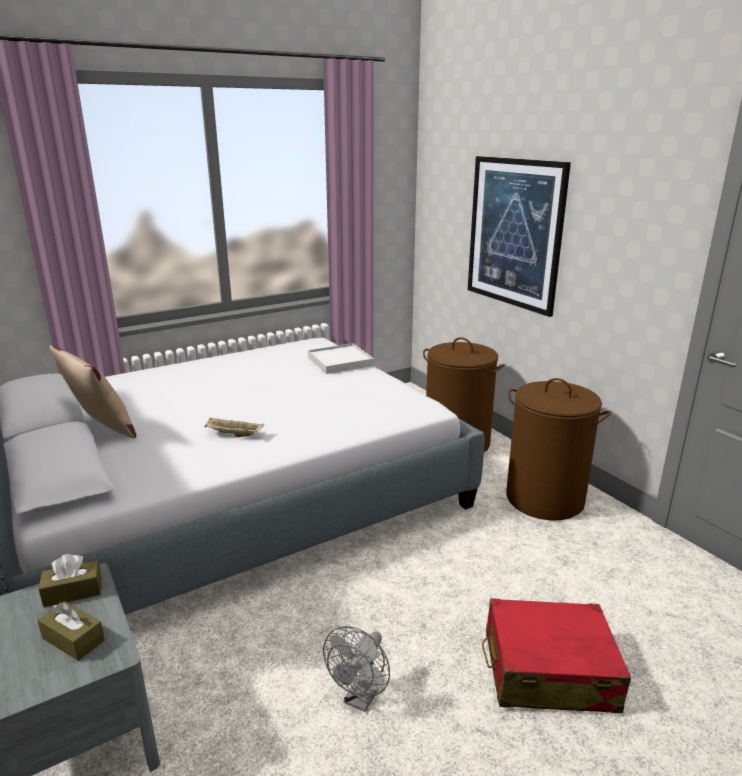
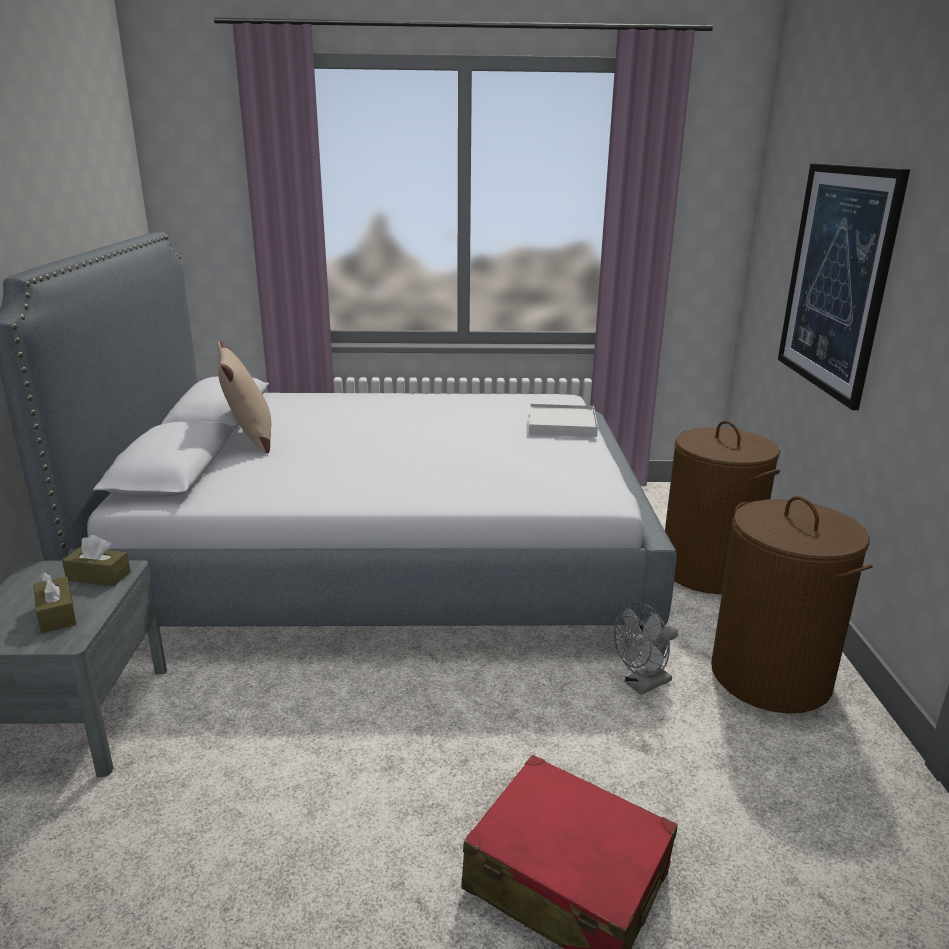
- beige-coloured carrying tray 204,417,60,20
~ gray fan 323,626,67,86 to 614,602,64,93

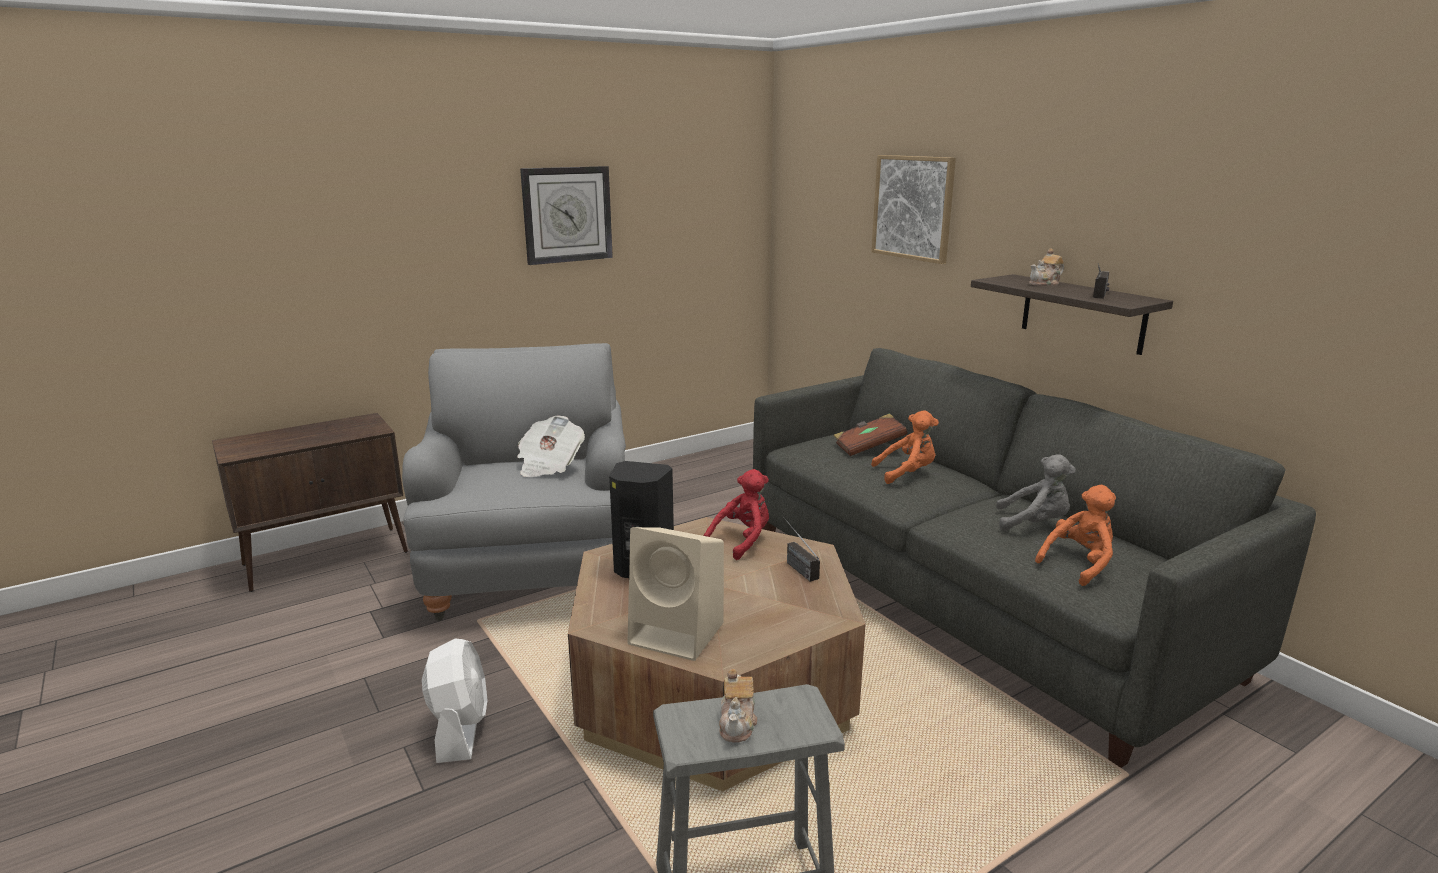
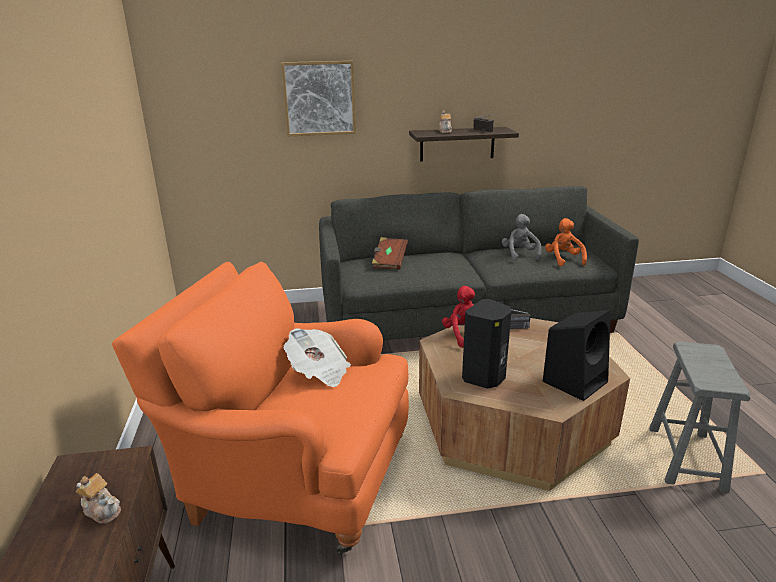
- wall clock 520,166,93,99
~ gray lounge chair 402,343,224,278 to orange-coloured lounge chair 112,262,297,292
- orange-coloured cuddly toy 871,410,68,74
~ gray cuddly toy 996,454,80,77 = 502,214,40,47 45 degrees counterclockwise
~ beige-coloured speaker 627,527,97,134 to black-coloured speaker 543,310,68,91
- white-coloured fan 422,638,66,125
~ teapot 719,669,38,74 to 75,473,46,51

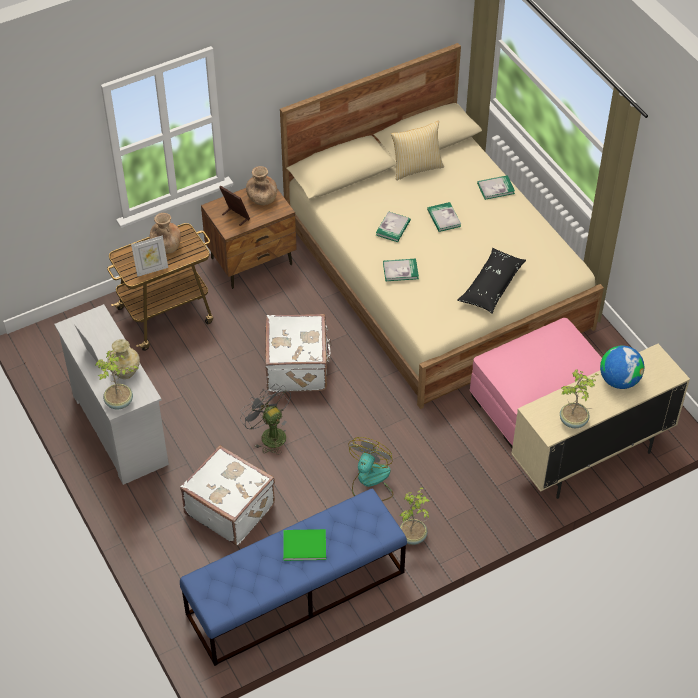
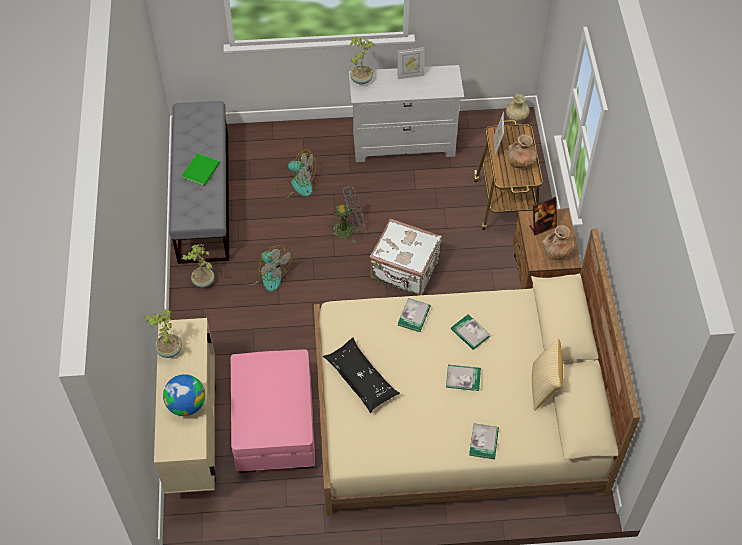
~ beige-coloured vase 107,339,33,40 to 506,94,23,30
~ white-coloured suitcase 180,445,95,100 to fan 277,149,39,50
~ blue-coloured bench 180,489,227,177 to gray bench 169,101,60,163

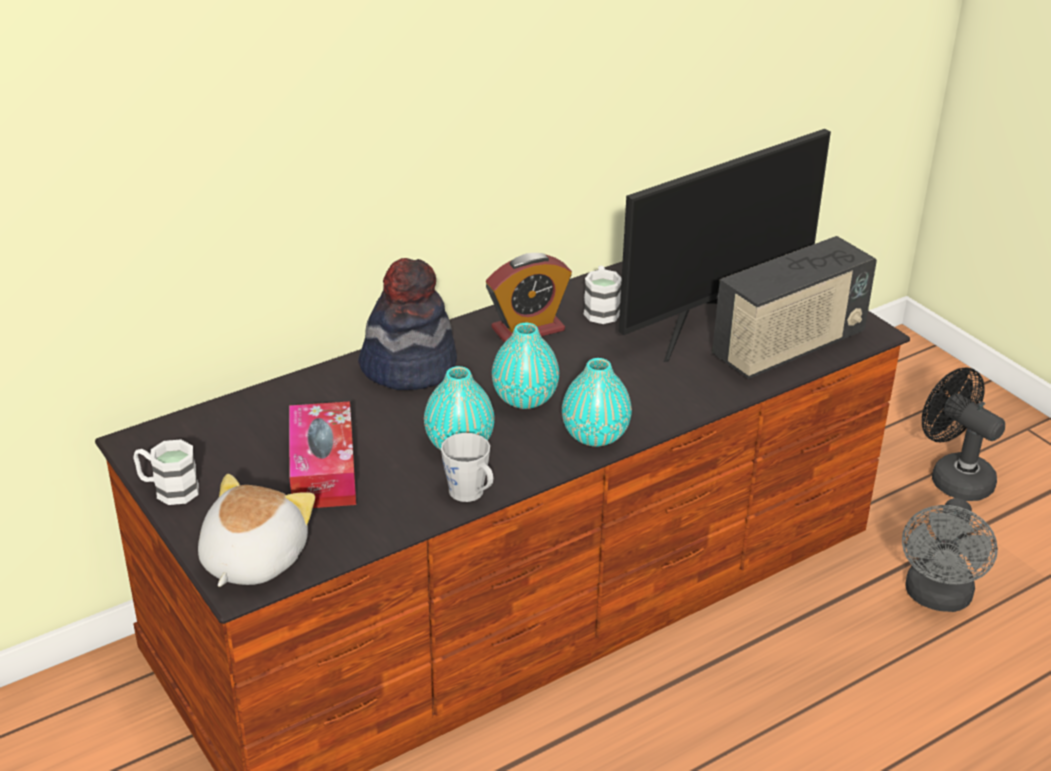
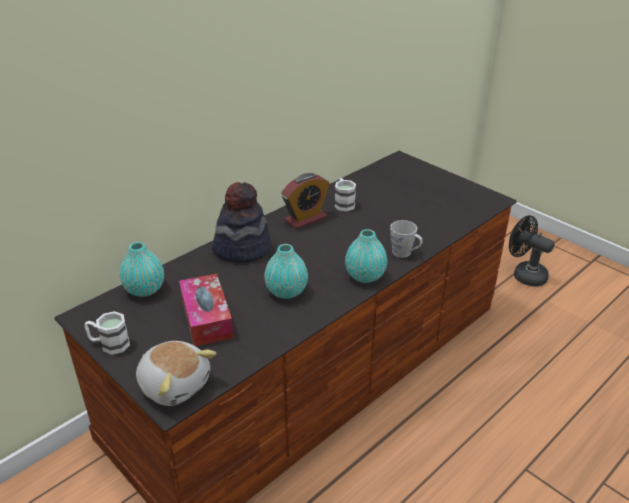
- computer display 619,129,212,233
- radio set 712,236,165,143
~ turquoise vase 492,323,67,86 to 120,242,44,55
~ gray mug 441,433,52,69 to 390,220,33,38
~ cuddly toy 198,474,117,113 = 136,341,80,65 120 degrees clockwise
- gray fan 902,498,96,114

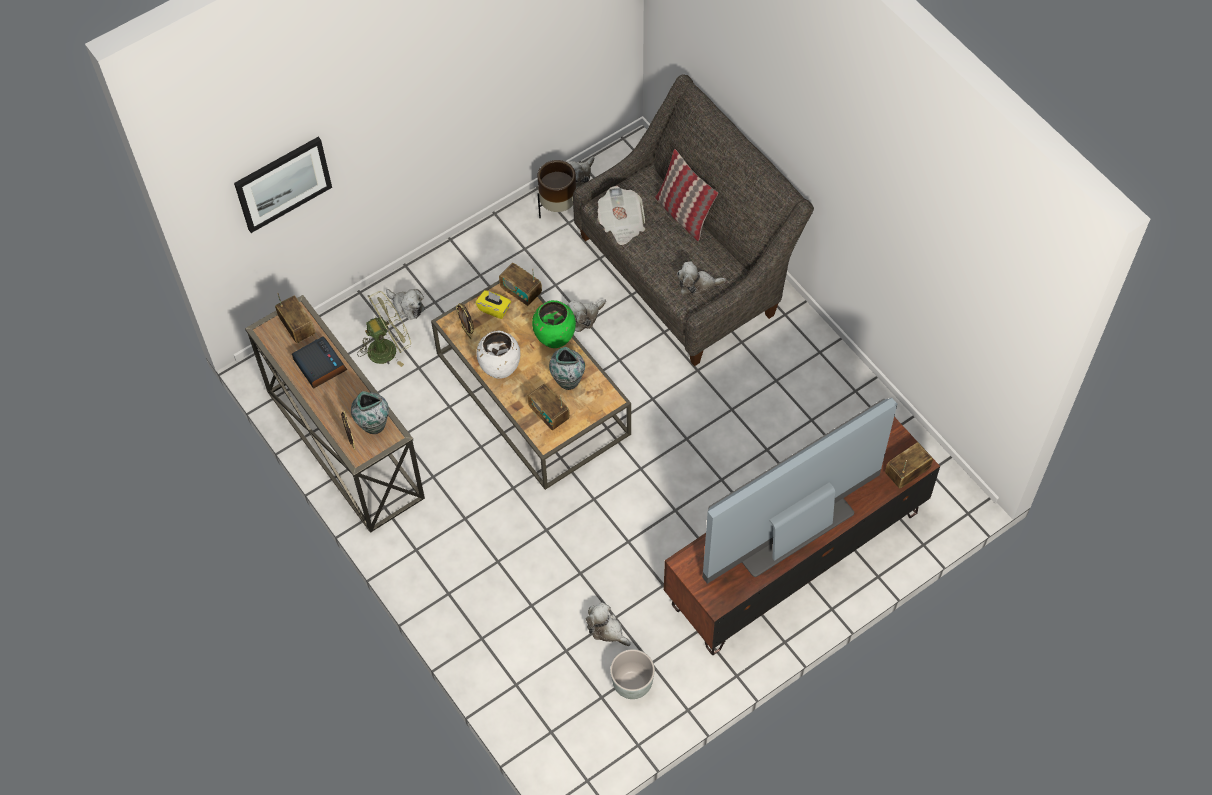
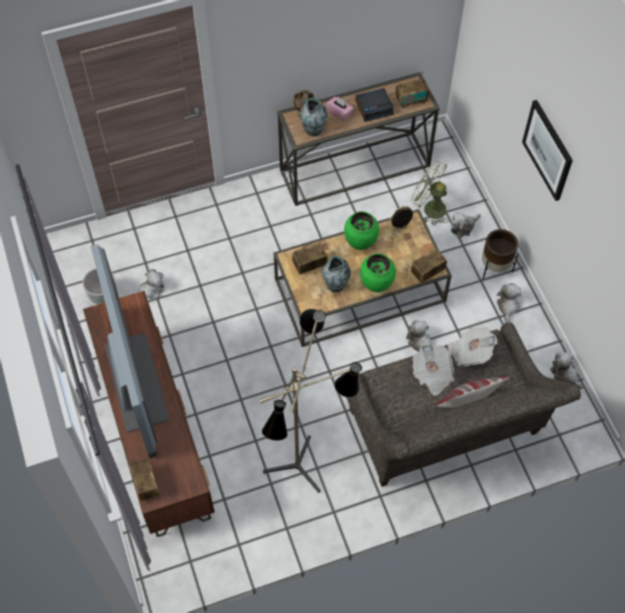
~ wall picture 234,137,98,96 to 522,100,51,101
~ brown planter 537,160,39,58 to 482,229,36,50
~ cuddly toy 677,261,49,36 to 497,283,24,40
- yellow tissue box 476,290,35,29
~ green-coloured fan 357,291,54,76 = 411,161,37,64 135 degrees clockwise
~ white-coloured vase 476,331,44,48 to green-coloured vase 344,211,35,39
+ pinkish tissue box 326,97,28,24
+ floor lamp 260,309,102,184
+ printed paper 413,343,42,53

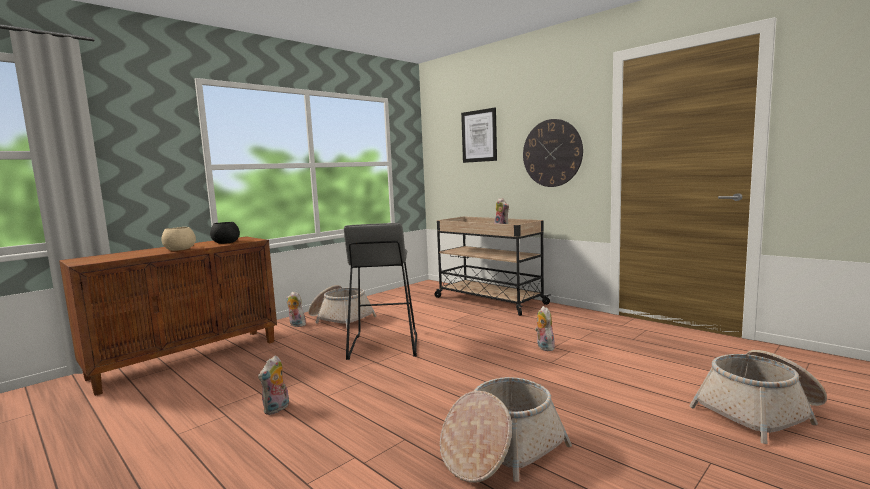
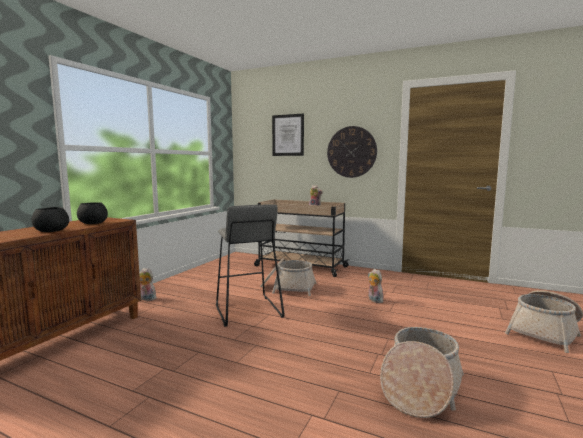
~ beige-coloured bowl 161,227,35,24 to black-coloured bowl 31,207,38,25
~ basket 309,285,67,44 to 260,258,57,38
- cuddly toy 258,356,31,59

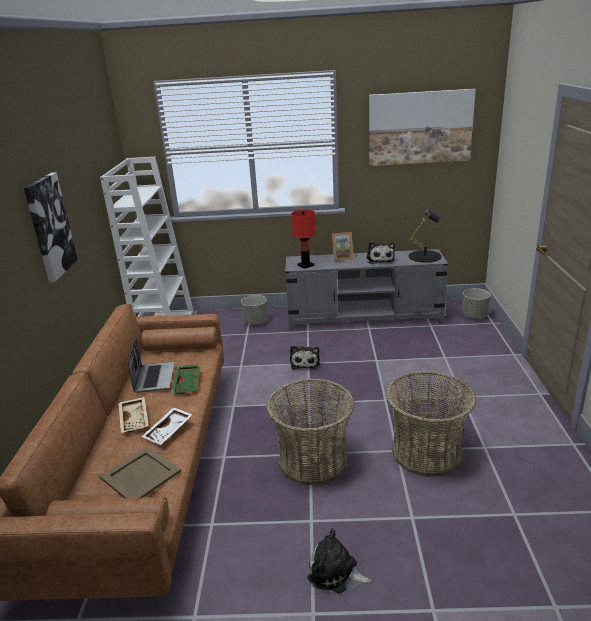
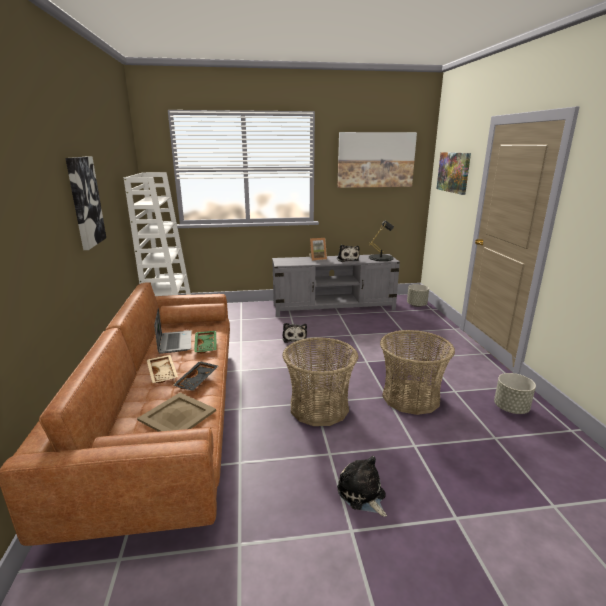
- reddish tabletop lamp 291,210,25,59
~ gray planter 241,295,27,30 to 494,373,42,41
~ white-coloured carrying tray 141,407,52,38 to black-coloured carrying tray 173,361,45,30
~ cuddly toy 308,528,63,66 = 337,456,50,61 45 degrees clockwise
+ wall picture 436,152,35,43

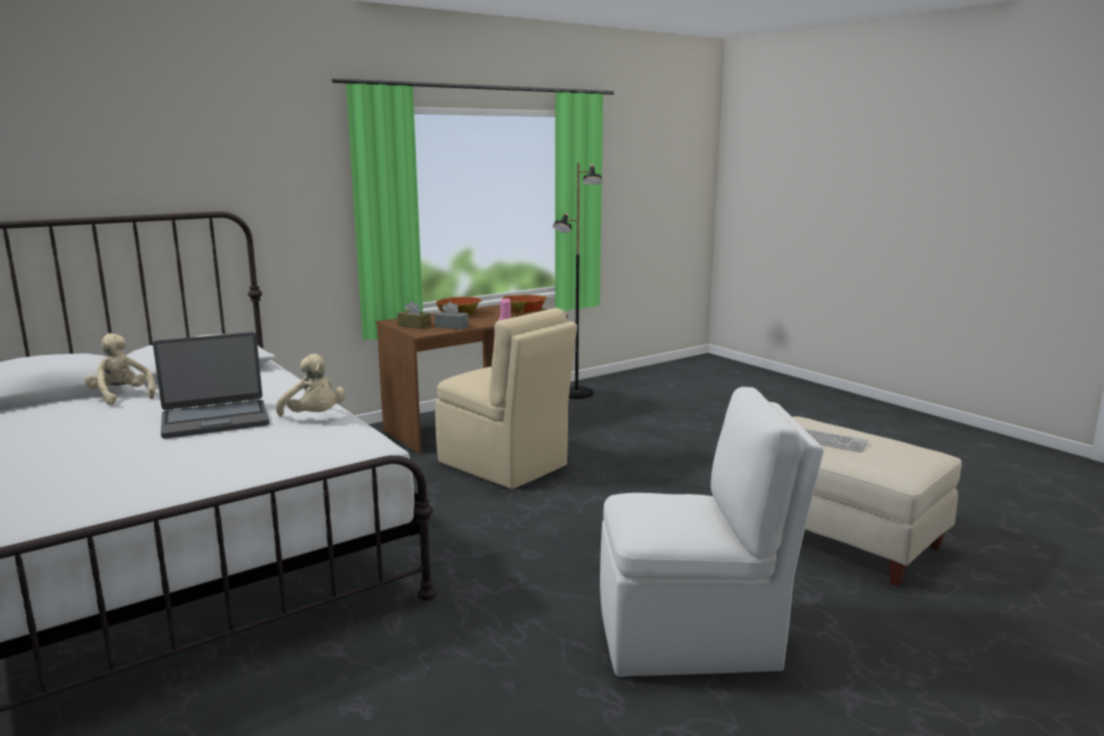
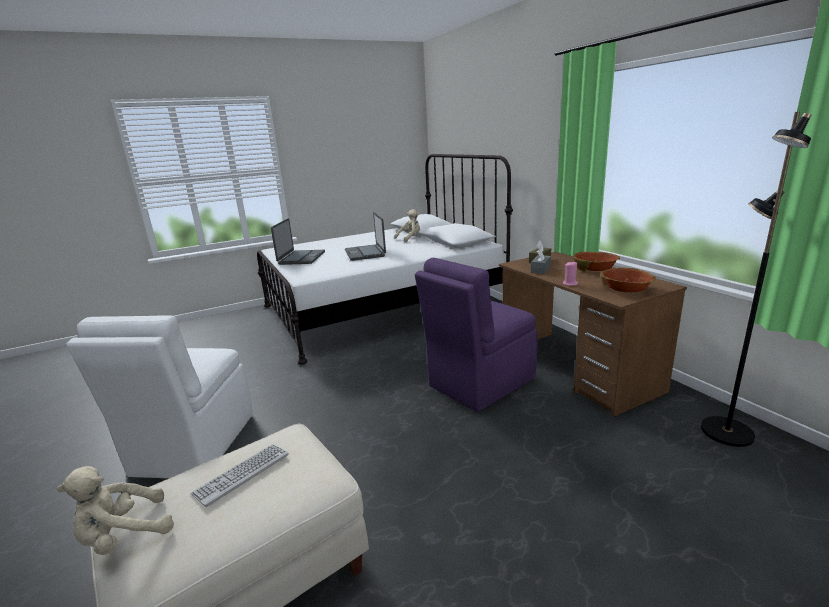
~ beige-coloured upright chair 435,308,142,181 to purplish upright chair 415,258,123,154
~ beige-coloured cuddly toy 276,354,70,62 to 56,466,118,89
+ laptop 271,218,54,47

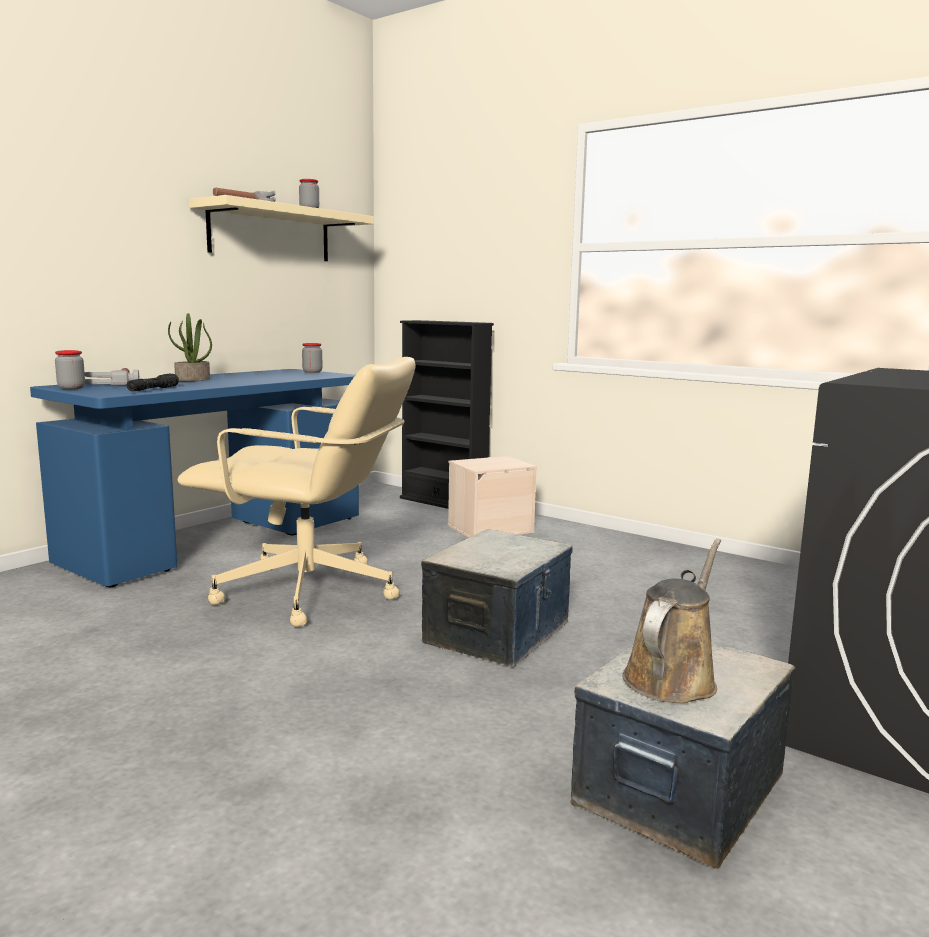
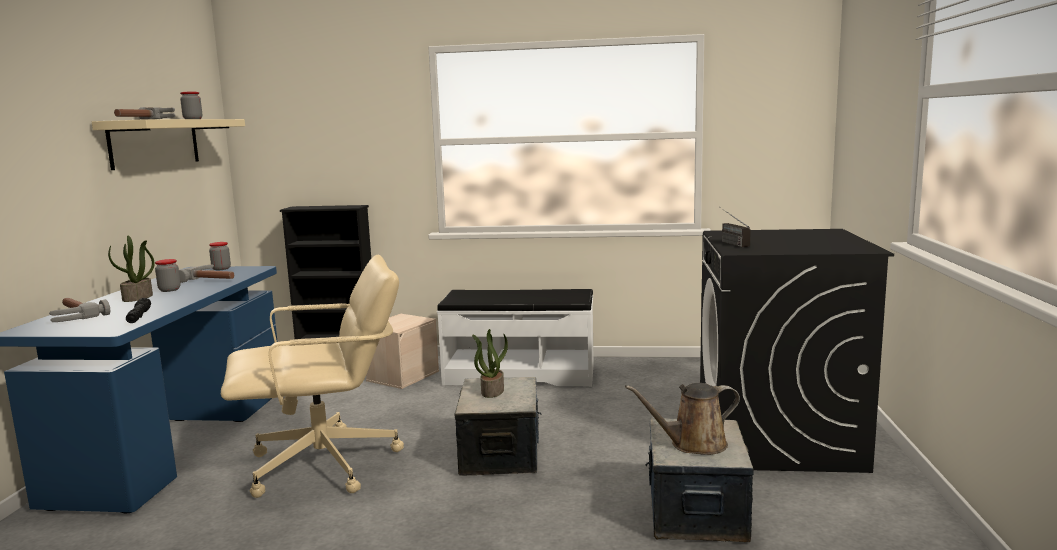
~ jar 55,350,30,39 to 155,259,26,33
~ brown watering can 622,539,99,164 = 625,383,115,72 105 degrees counterclockwise
+ radio set 719,207,32,40
+ tool hammer 179,264,55,19
+ white-coloured bench 437,289,157,98
+ potted plant 472,329,36,69

